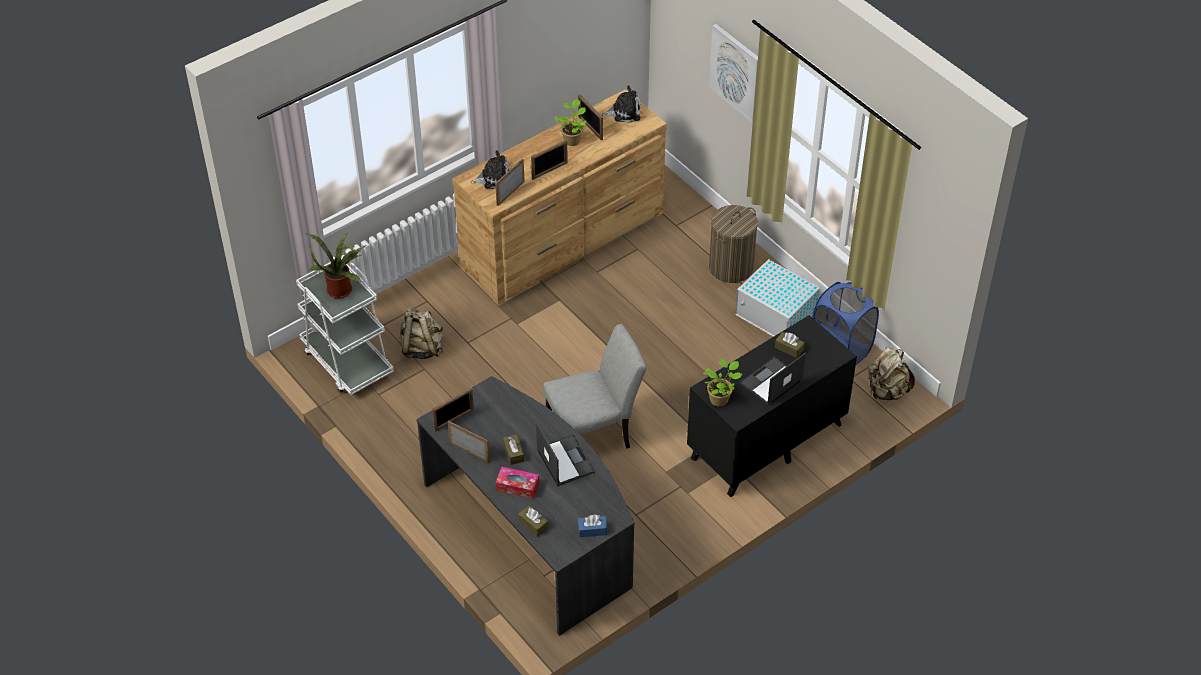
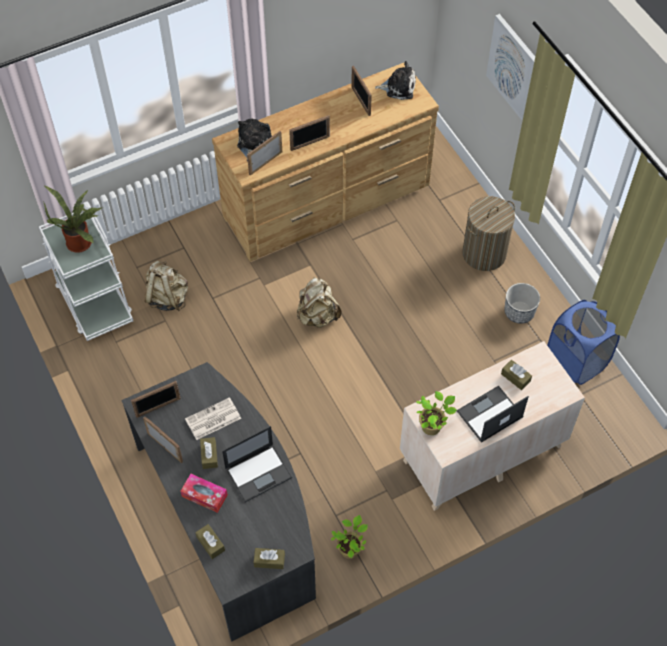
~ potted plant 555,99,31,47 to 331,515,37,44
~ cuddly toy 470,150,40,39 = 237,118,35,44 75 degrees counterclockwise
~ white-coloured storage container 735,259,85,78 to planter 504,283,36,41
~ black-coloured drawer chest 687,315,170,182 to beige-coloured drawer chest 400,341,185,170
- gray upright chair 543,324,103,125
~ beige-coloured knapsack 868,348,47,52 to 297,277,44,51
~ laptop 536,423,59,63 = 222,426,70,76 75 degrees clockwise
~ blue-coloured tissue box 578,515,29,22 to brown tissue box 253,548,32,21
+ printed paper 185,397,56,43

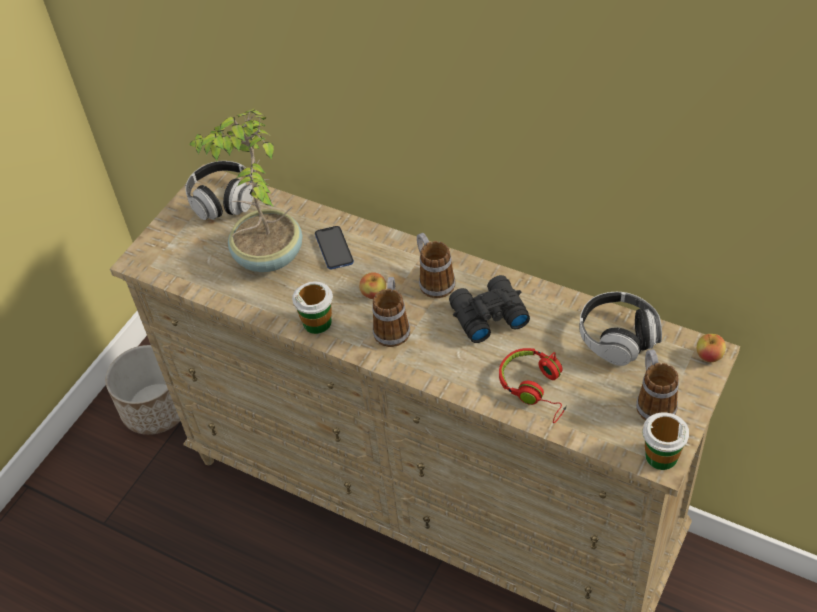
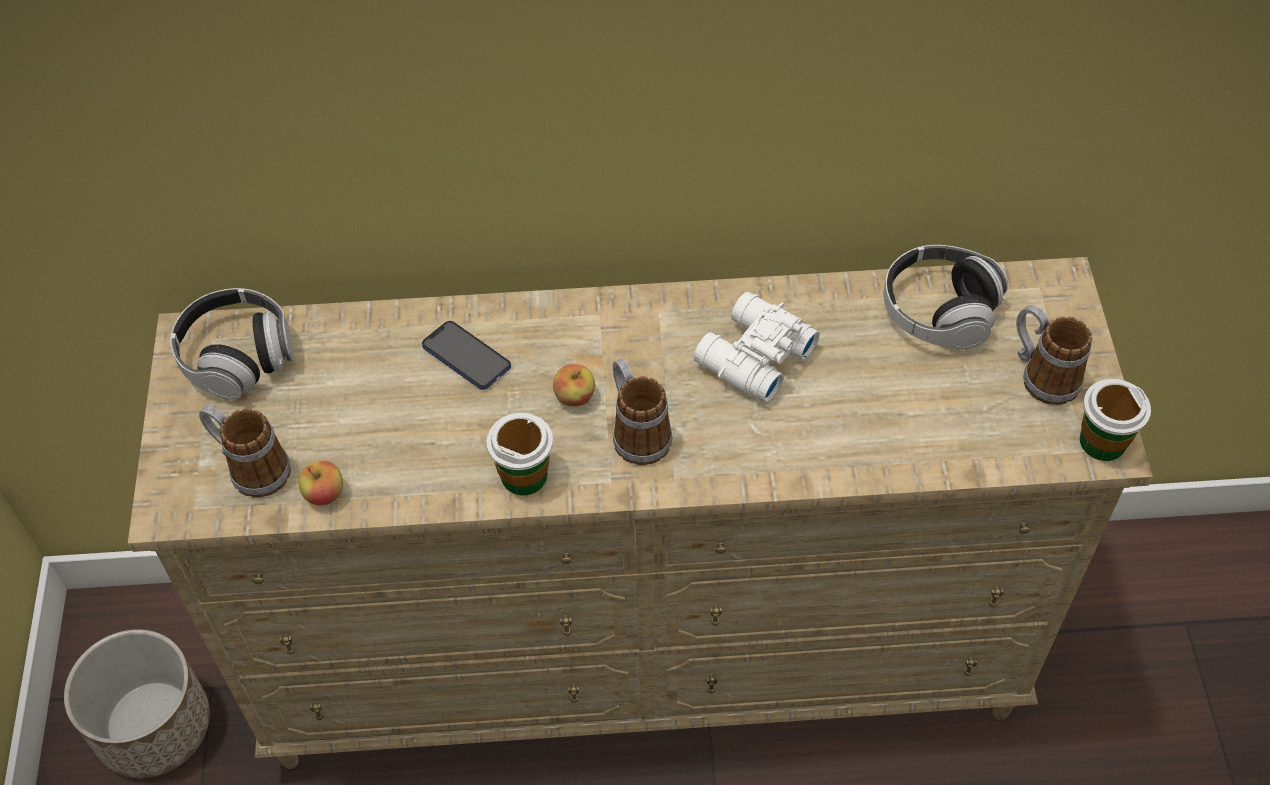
- potted plant 189,108,113,164
~ mug 417,233,39,65 to 199,405,92,93
~ black-coloured pair of binoculars 449,275,81,68 to white-coloured pair of binoculars 694,292,126,111
~ whole apple 697,334,29,28 to 298,461,45,45
- reddish headset 499,348,68,75

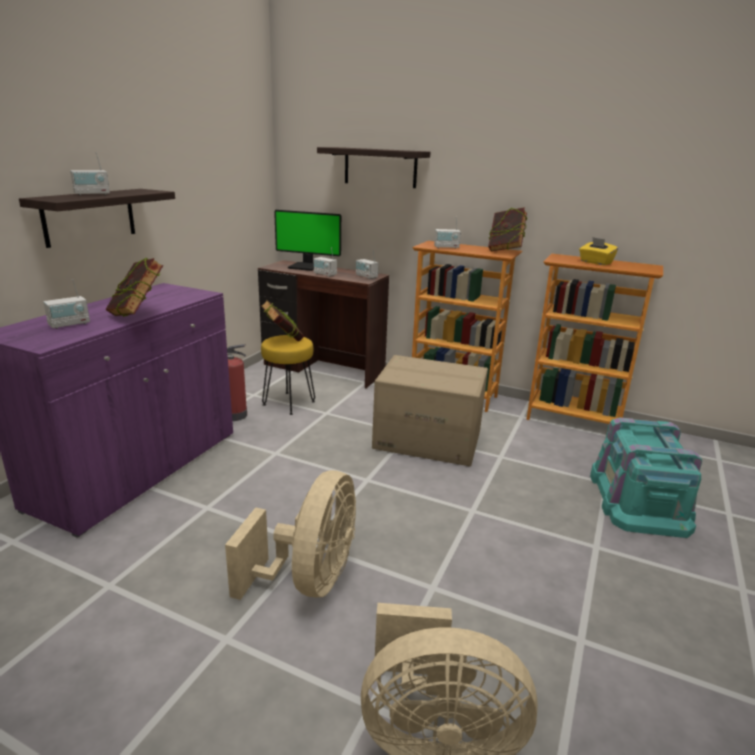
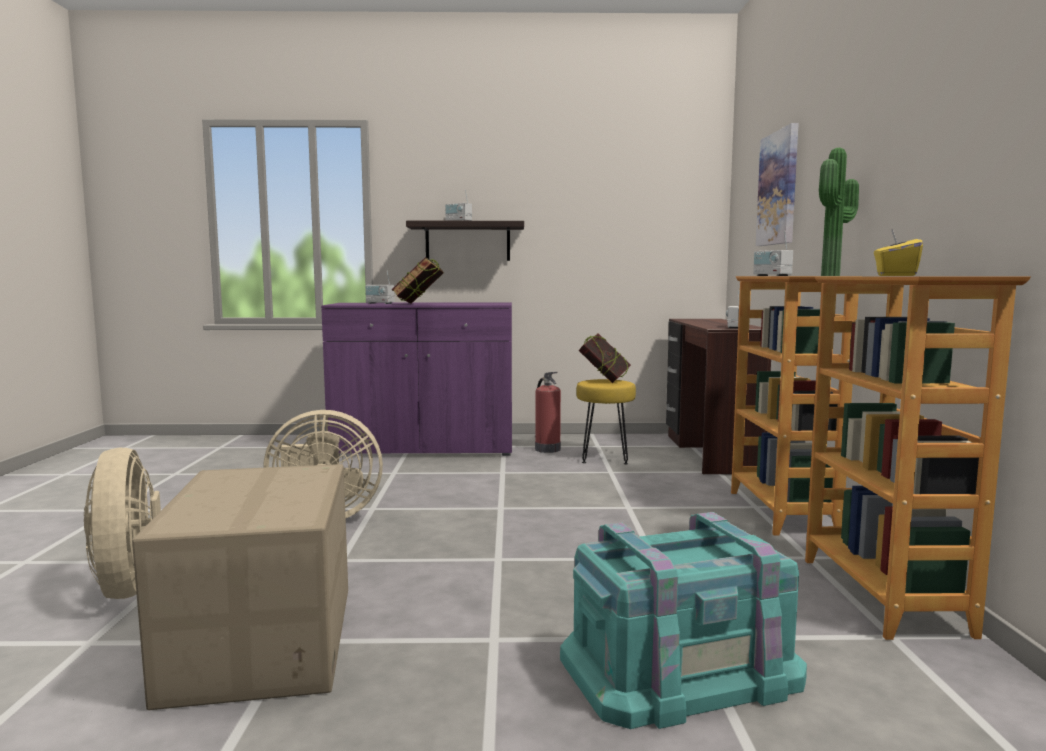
~ shelf 317,147,114,41 to wall picture 756,123,43,123
~ bound book 488,207,39,44 to potted plant 819,148,40,128
- computer display 274,210,67,61
- radio set 314,248,23,29
~ packing box 372,355,116,111 to 132,464,216,246

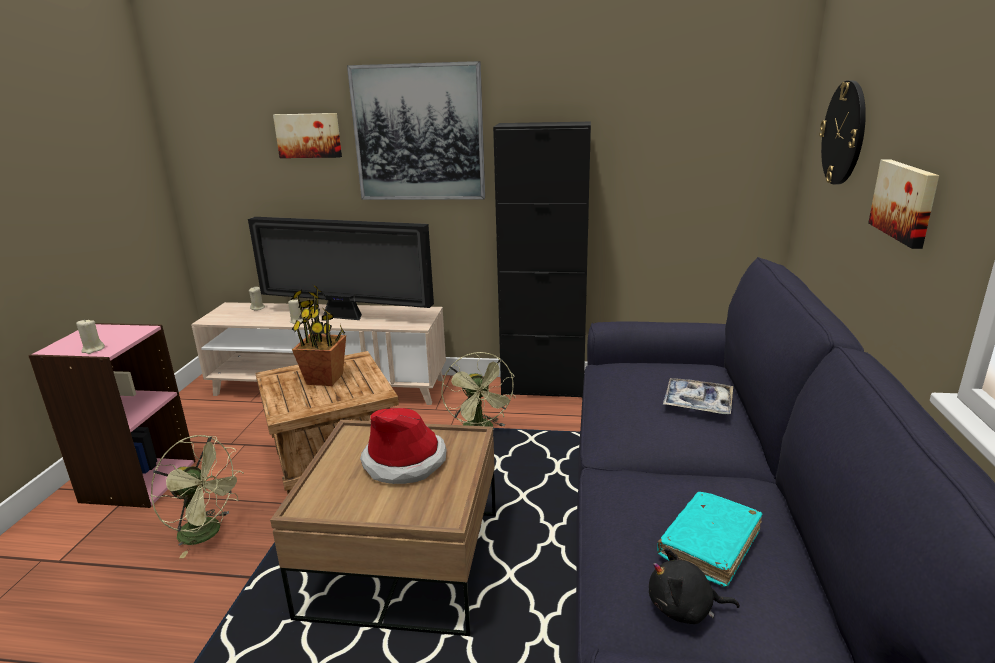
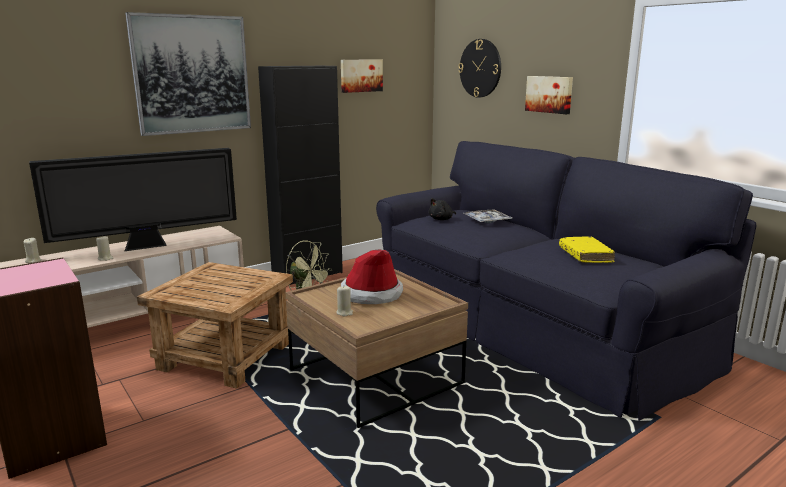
~ wall picture 273,113,69,45 to 341,60,42,33
- potted plant 290,285,56,101
~ beige-coloured candle 76,319,29,35 to 336,286,17,30
- green-coloured fan 151,435,93,123
~ turquoise bound book 657,492,105,95 to yellow bound book 559,236,56,27
~ black-coloured cuddly toy 649,548,91,76 to 429,198,27,22

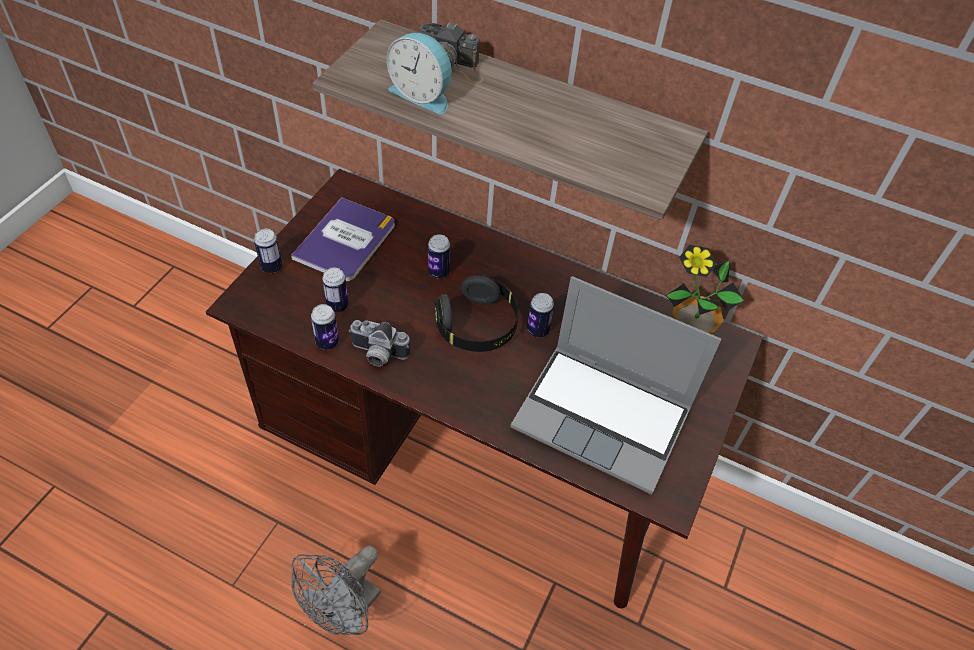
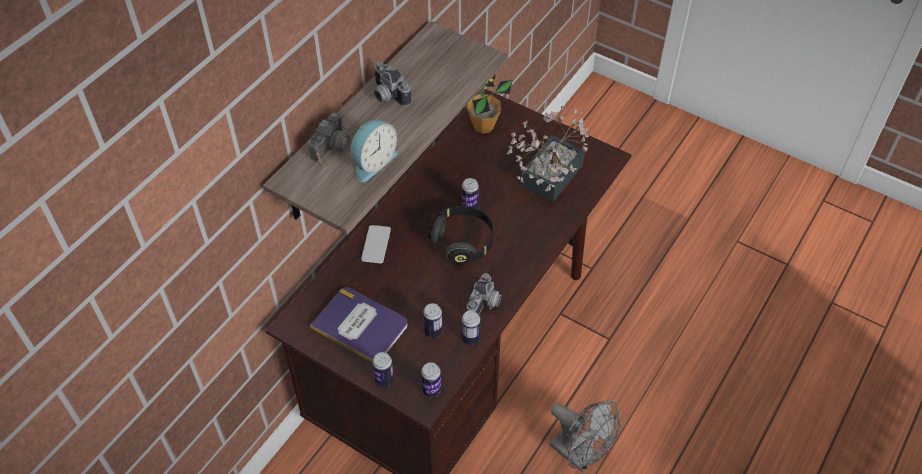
~ sealed can 428,234,22,45 to 421,362,20,35
~ laptop 510,276,211,219 to potted plant 507,106,82,96
+ still camera 374,62,37,45
+ phone 361,225,30,39

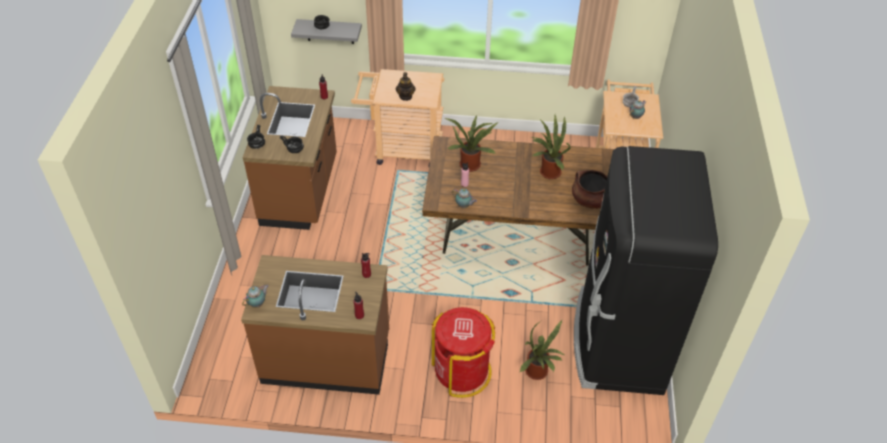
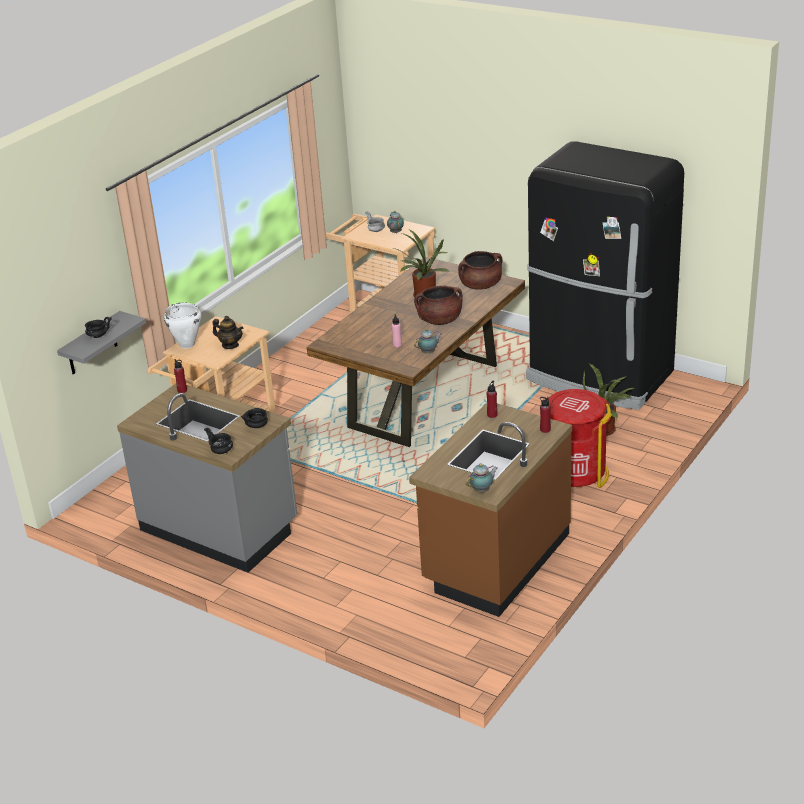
~ brown counter 242,86,95,144 to gray counter 117,384,180,189
- potted plant 444,115,54,57
~ teapot 242,285,27,23 = 465,464,33,29 75 degrees clockwise
+ brown stockpot 414,286,49,39
+ white-coloured stockpot 164,302,37,46

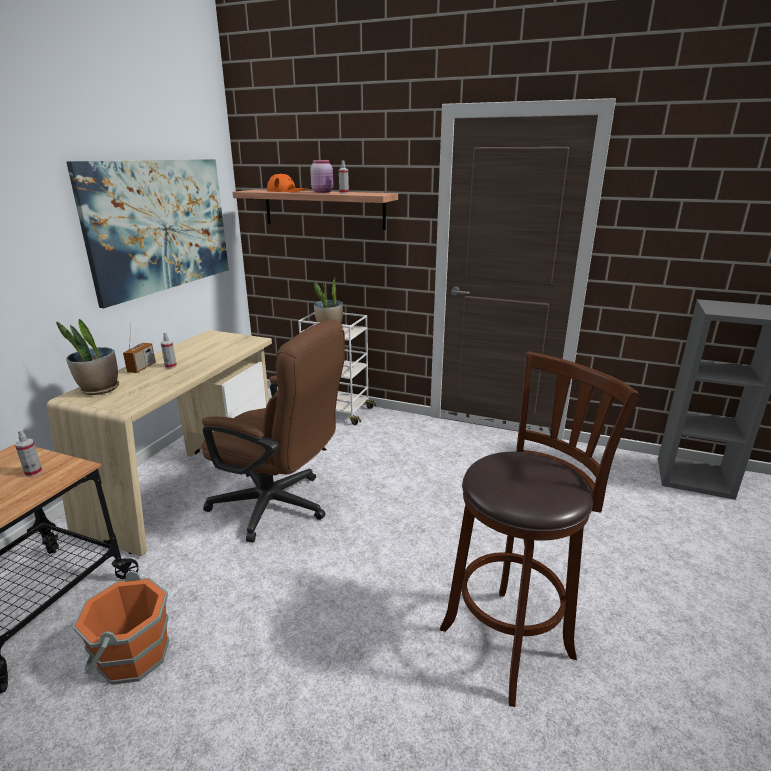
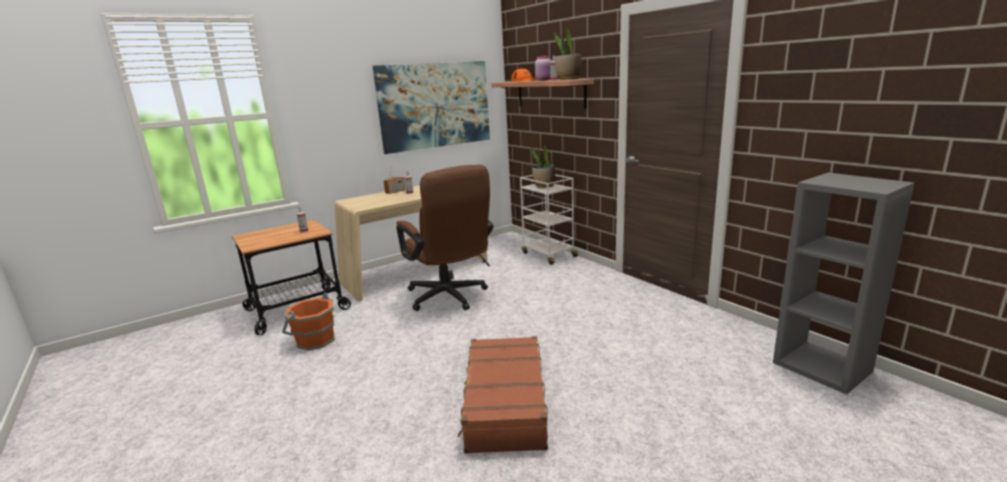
~ potted plant 56,319,63,76 to 554,27,27,53
~ brown sitting stool 440,351,199,356 to brown suitcase 458,336,90,118

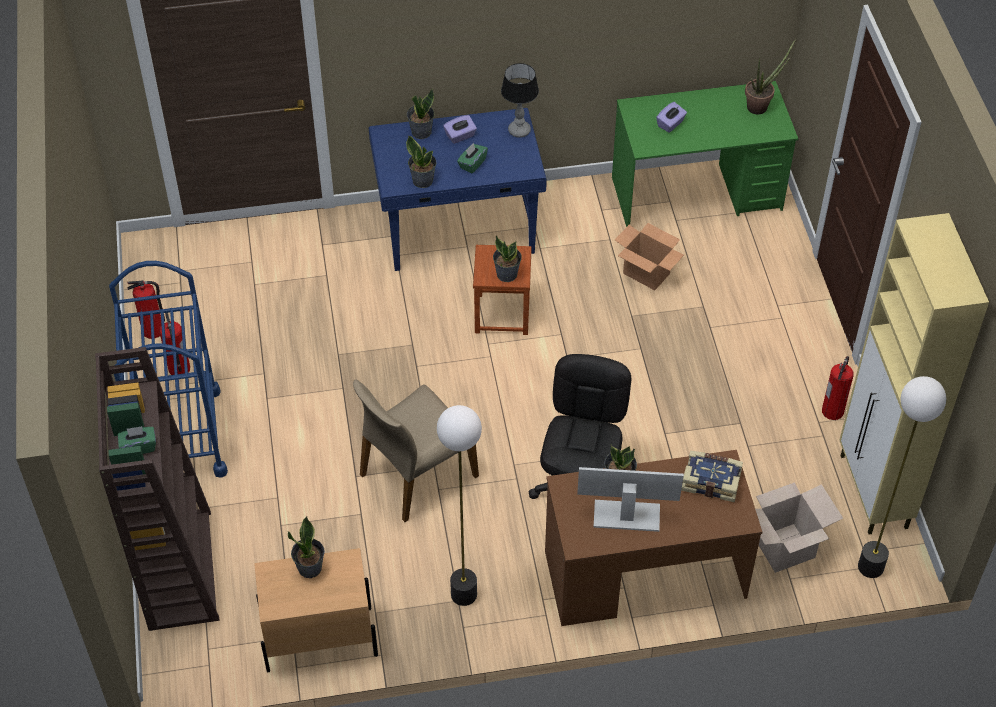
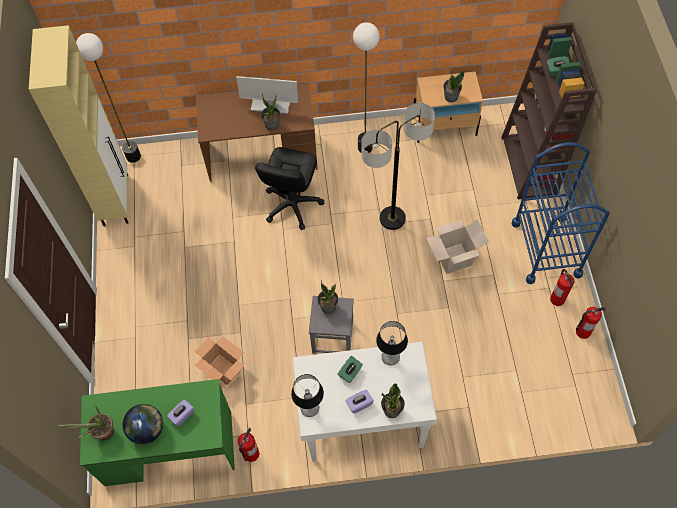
~ blue-coloured desk unit 369,108,178,163 to white-coloured desk unit 292,342,145,119
~ potted plant 406,135,30,53 to tabletop lamp 376,321,32,45
~ brown sitting stool 473,245,59,90 to gray sitting stool 309,296,45,57
~ fire-fighting cylinder 822,356,32,64 to 238,427,22,35
~ beige-coloured upright chair 353,379,126,143 to floor lamp 361,103,74,127
- bound book 681,451,62,51
~ packing box 755,482,88,91 to 426,220,63,54
+ globe 123,404,40,40

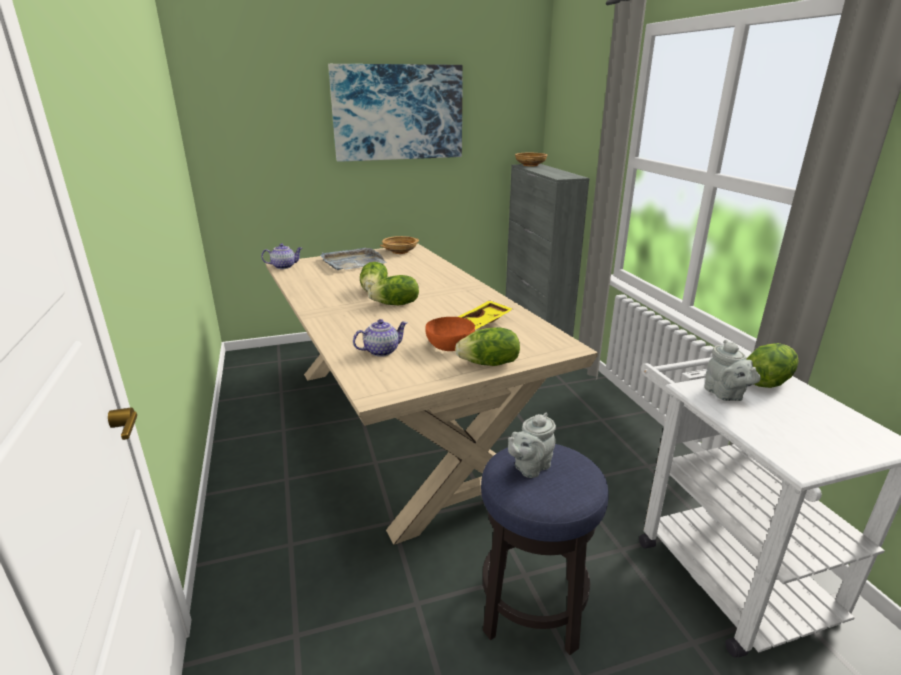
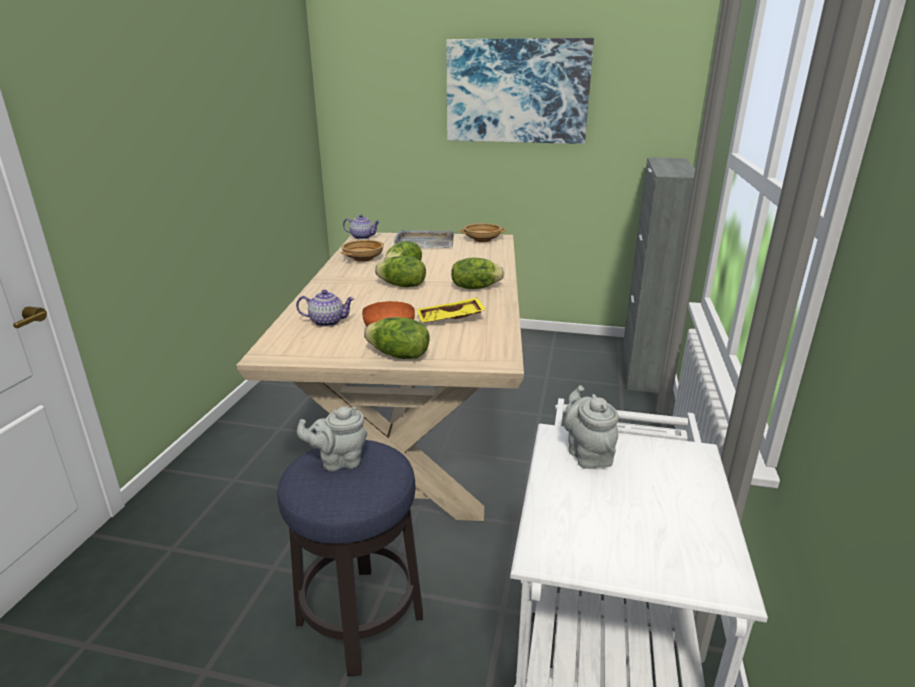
~ beige-coloured bowl 515,153,32,13 to 341,240,43,22
~ gray teapot 704,340,57,61 = 564,385,55,84 150 degrees clockwise
~ head of lettuce 746,343,53,45 to 451,257,53,32

